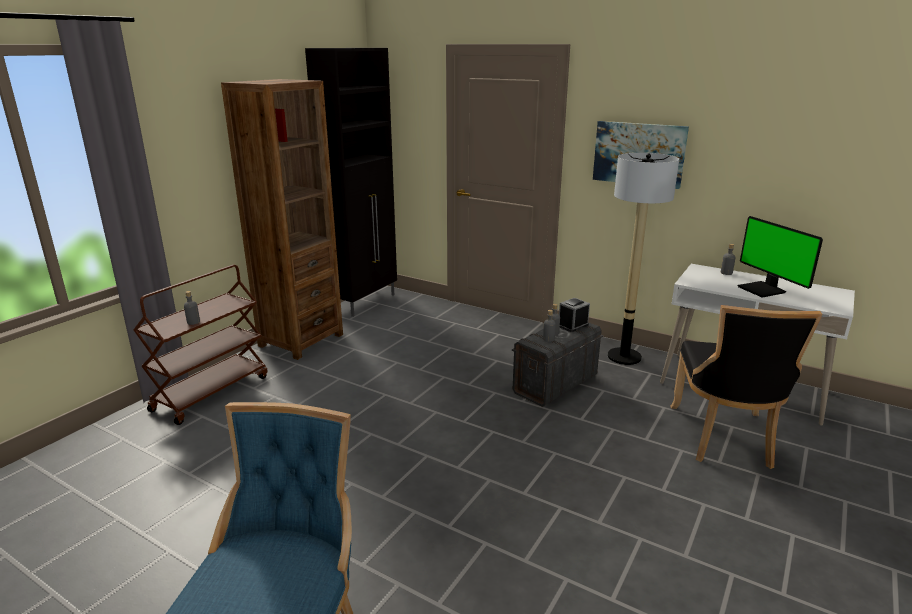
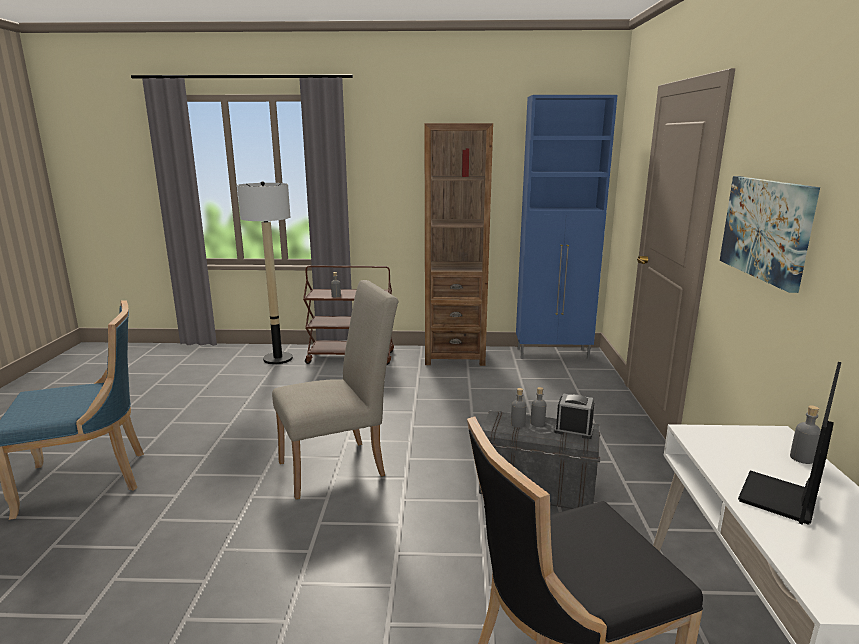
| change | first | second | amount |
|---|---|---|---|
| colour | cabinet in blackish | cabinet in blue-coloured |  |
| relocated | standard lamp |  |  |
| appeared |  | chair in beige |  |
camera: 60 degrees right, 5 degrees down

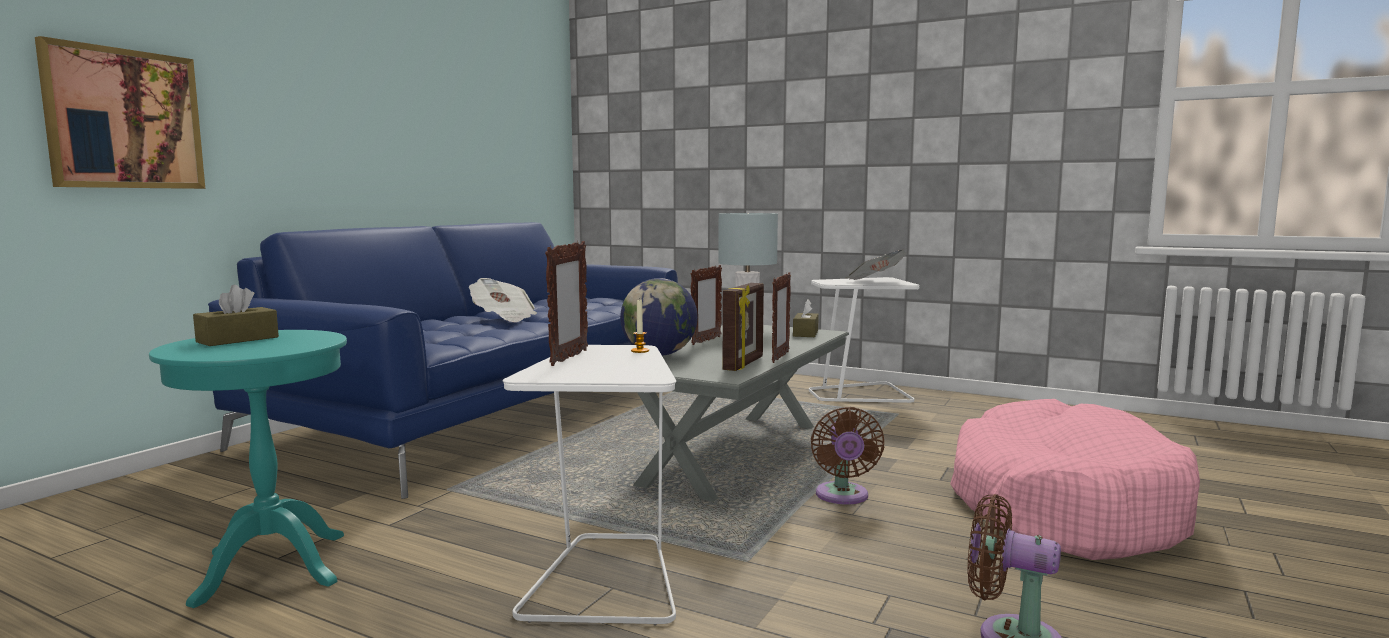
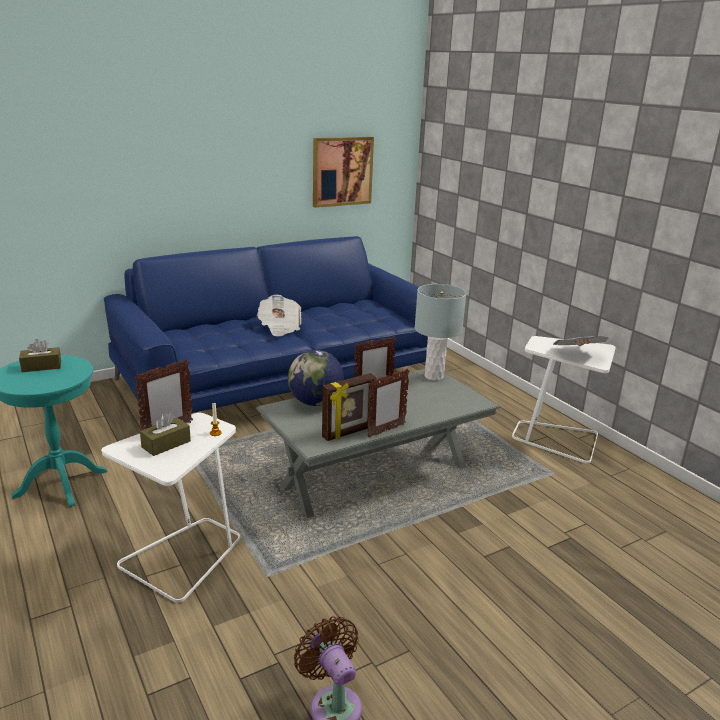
| change | first | second | amount |
|---|---|---|---|
| relocated | wall art |  |  |
| relocated | tissue box in brownish (no. 2 from left) |  |  |
| missing | pet bed in pinkish |  |  |
| missing | electric fan in brownish (no. 1 from left) |  |  |
camera: 30 degrees right, 15 degrees up

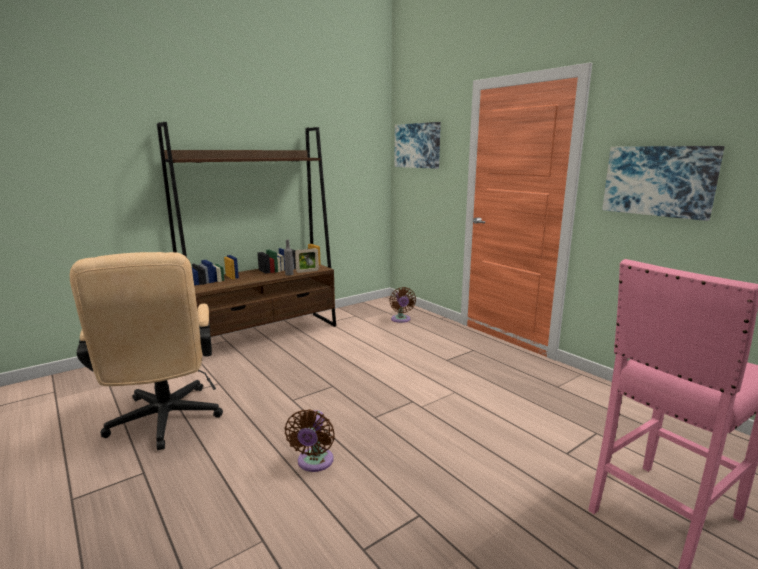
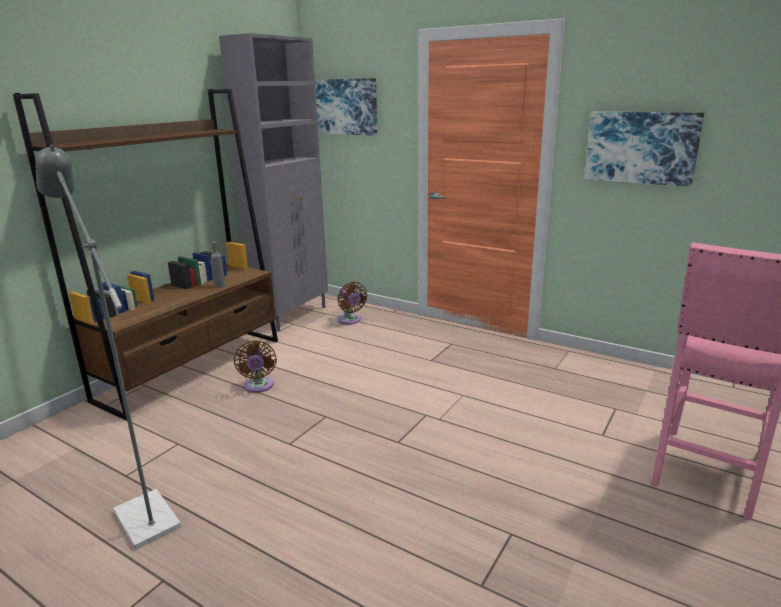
| change | first | second | amount |
|---|---|---|---|
| missing | standing frame |  |  |
| exchanged | office chair in beige | standard lamp in greyish |  |
| relocated | electric fan in brownish (no. 1 from left) |  |  |
| appeared |  | cabinet in greyish |  |
camera: 20 degrees left, 5 degrees up

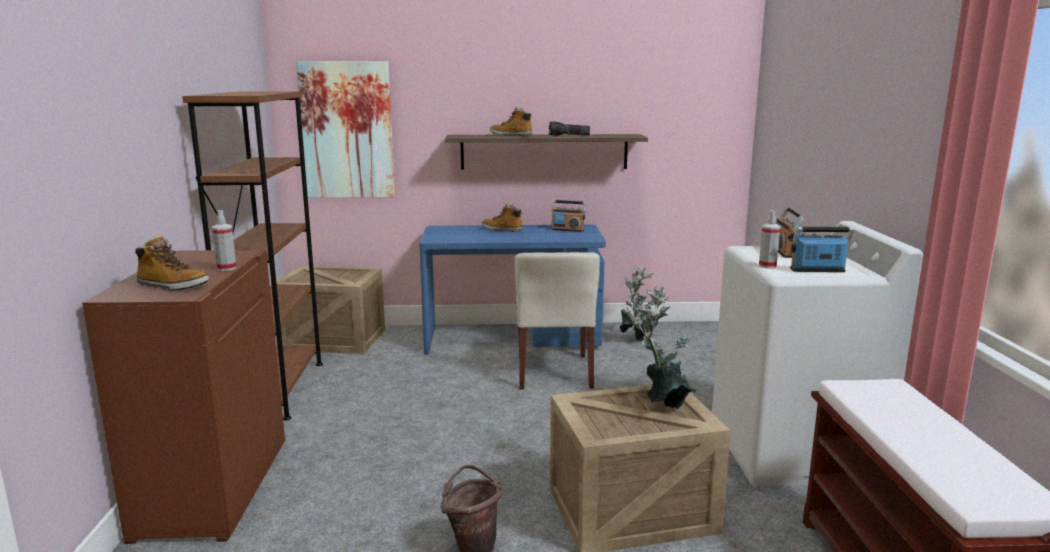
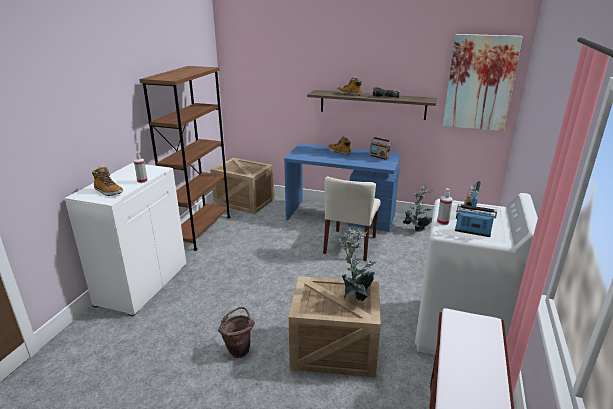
| change | first | second | amount |
|---|---|---|---|
| relocated | wall art |  |  |
| colour | cabinet in brownish | cabinet in white |  |
camera: 20 degrees right, 10 degrees up

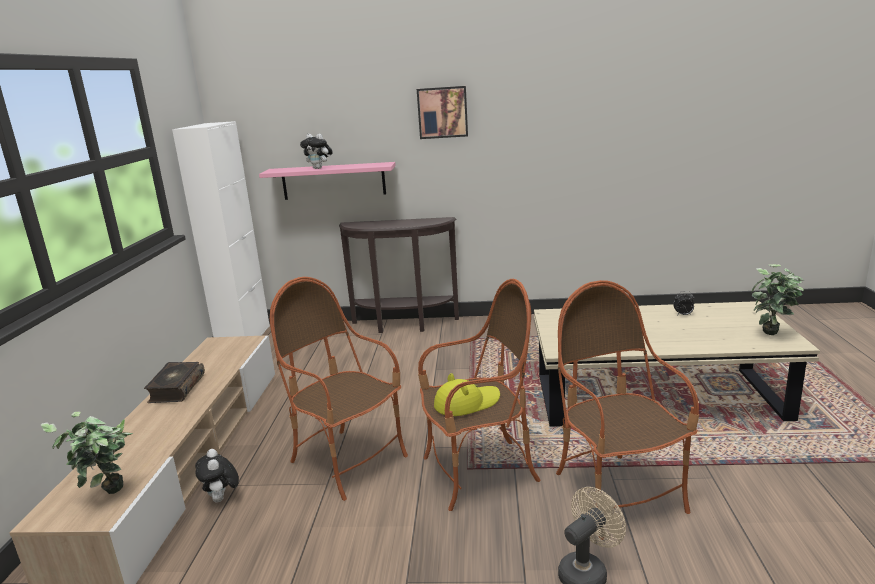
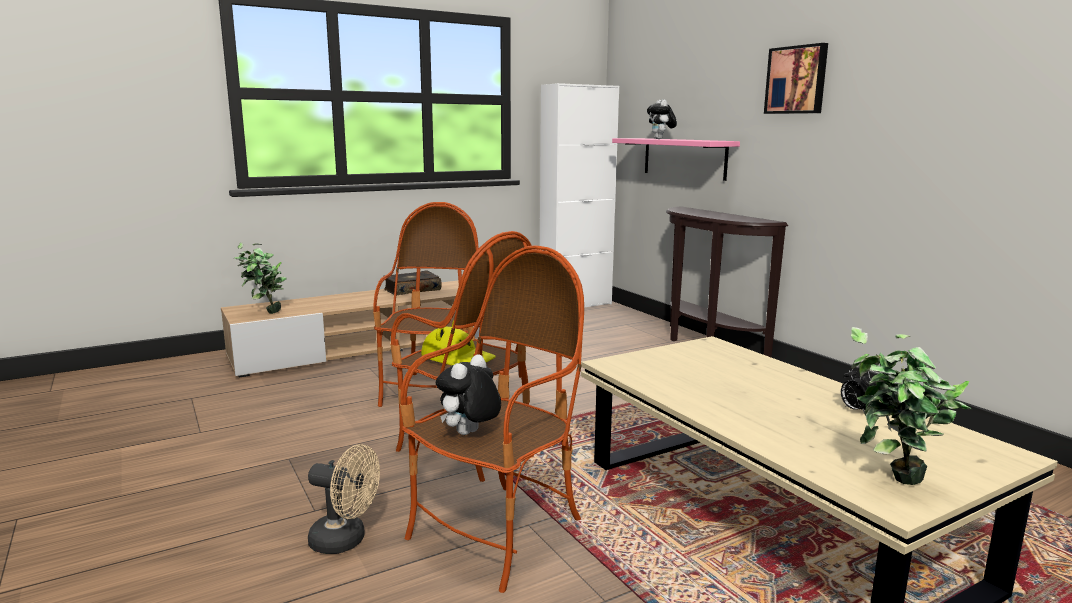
| change | first | second | amount |
|---|---|---|---|
| relocated | cuddly toy (no. 1 from left) |  |  |
camera: 55 degrees right, 5 degrees down

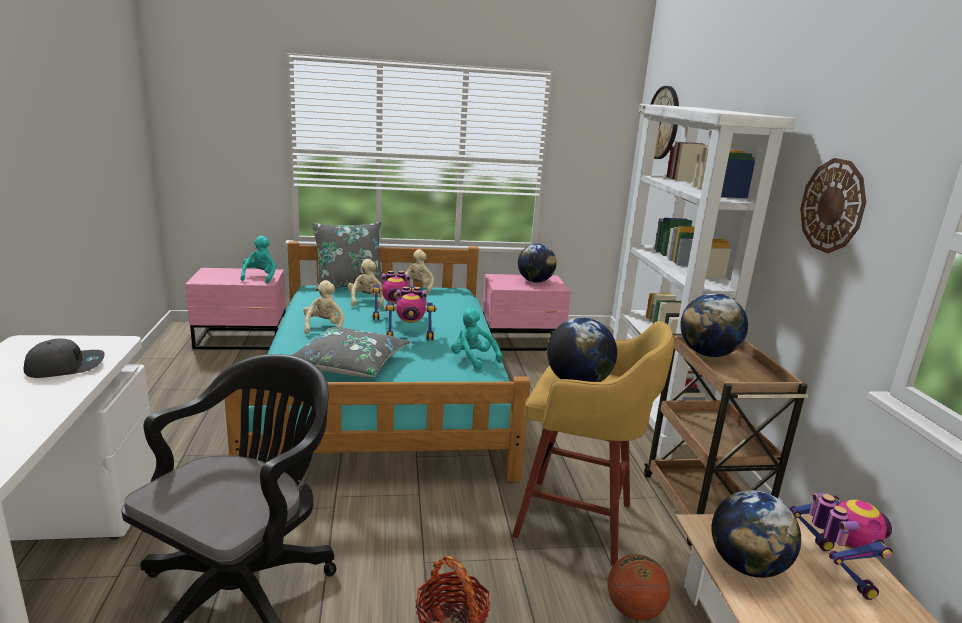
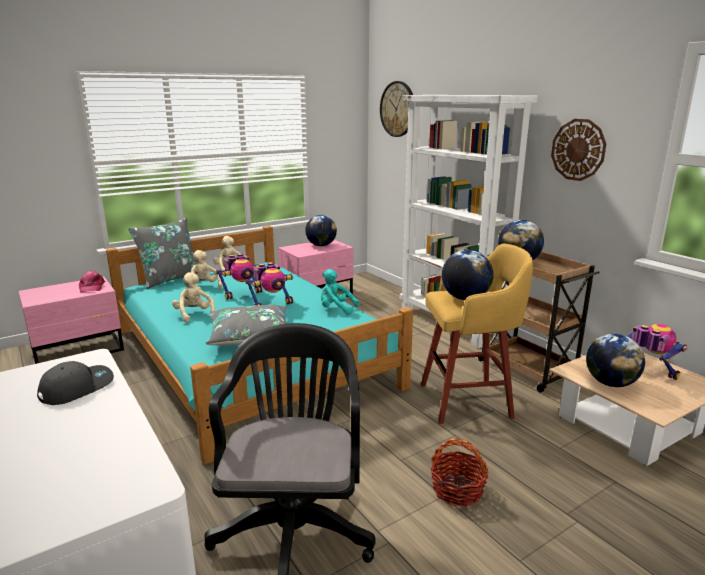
| change | first | second | amount |
|---|---|---|---|
| exchanged | cuddly toy in turquoise (no. 1 from left) | peaked cap in pinkish |  |
| missing | ball for basketball |  |  |
camera: 25 degrees left, 0 degrees up

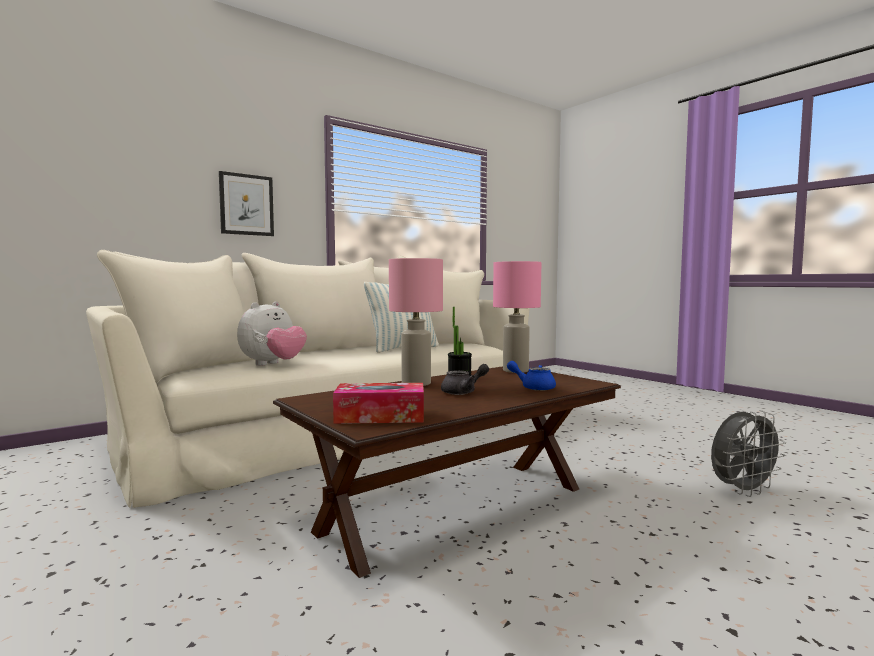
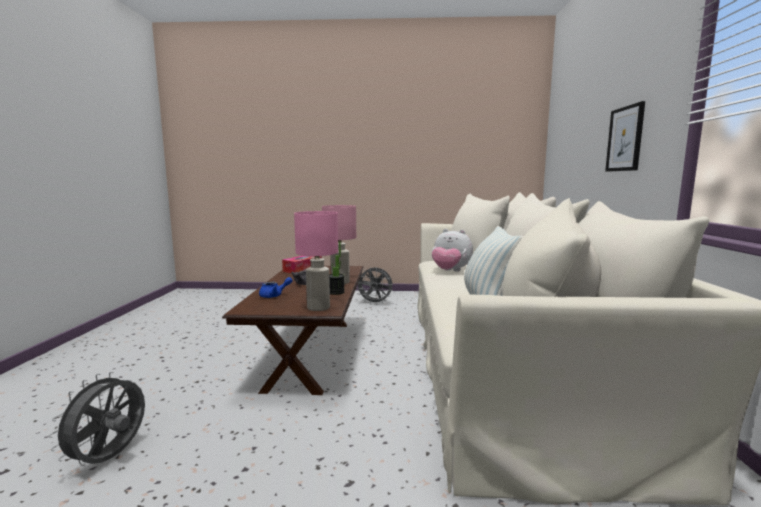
| change | first | second | amount |
|---|---|---|---|
| spun | cuddly toy |  | 45 degrees counterclockwise |
| appeared |  | electric fan in greyish (no. 2 from left) |  |
camera: 130 degrees right, 5 degrees up

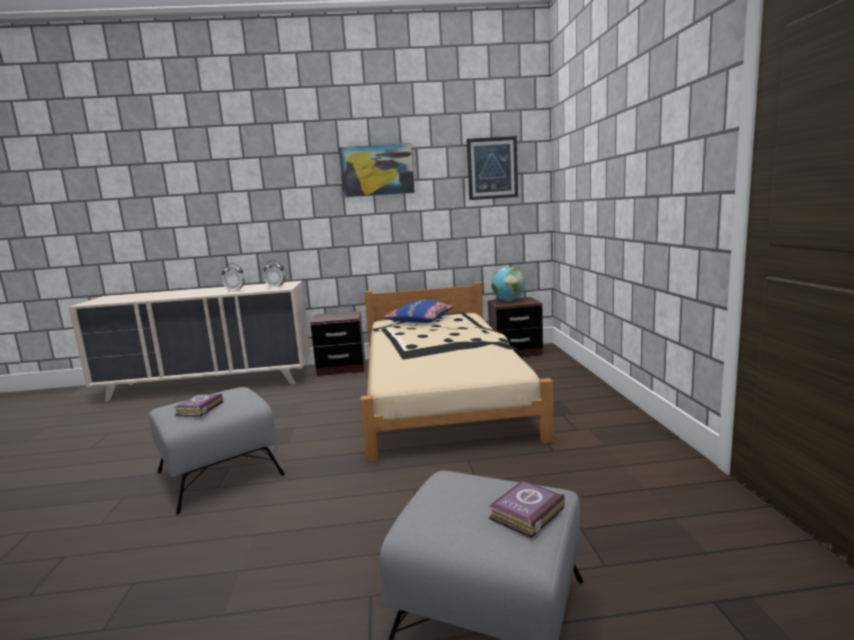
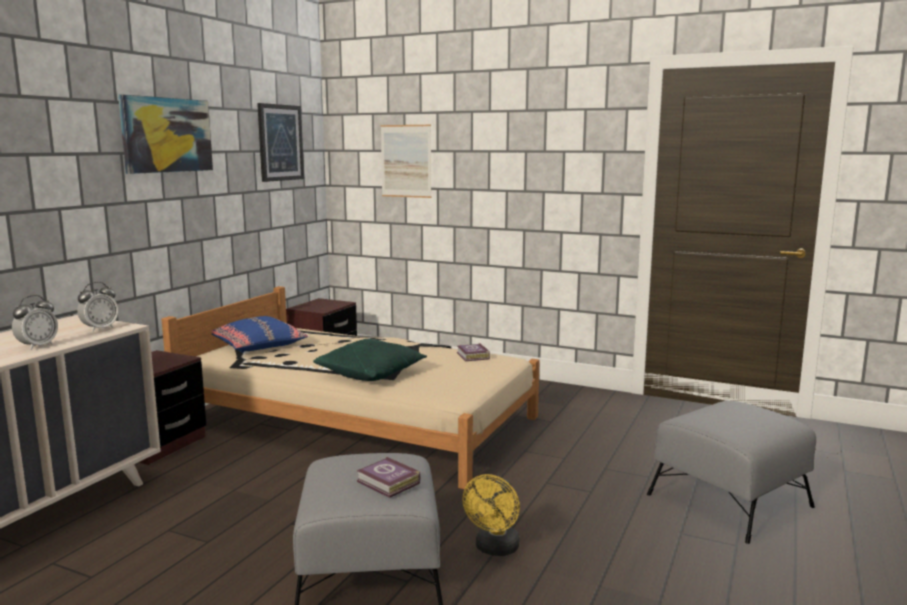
| change | first | second | amount |
|---|---|---|---|
| missing | globe |  |  |
| relocated | book (no. 2 from left) |  |  |
| appeared |  | wall art (no. 3 from left) |  |
| appeared |  | cushion in greenish |  |
| appeared |  | electric fan in yellow-coloured |  |
camera: 60 degrees left, 0 degrees up

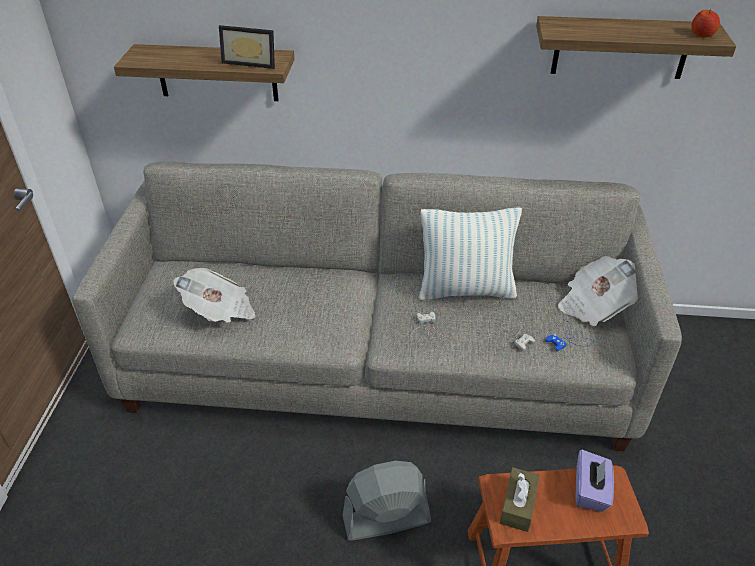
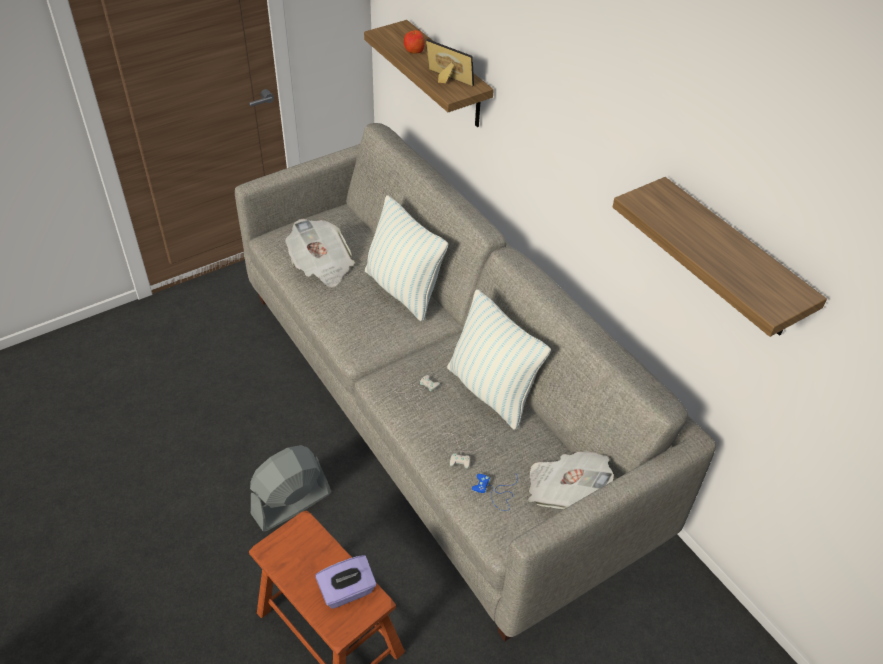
| change | first | second | amount |
|---|---|---|---|
| relocated | apple |  |  |
| spun | standing frame |  | 150 degrees clockwise |
| spun | electric fan in greyish |  | 75 degrees counterclockwise |
| missing | tissue box in brownish |  |  |
| appeared |  | cushion (no. 1 from left) |  |
camera: 50 degrees right, 5 degrees up

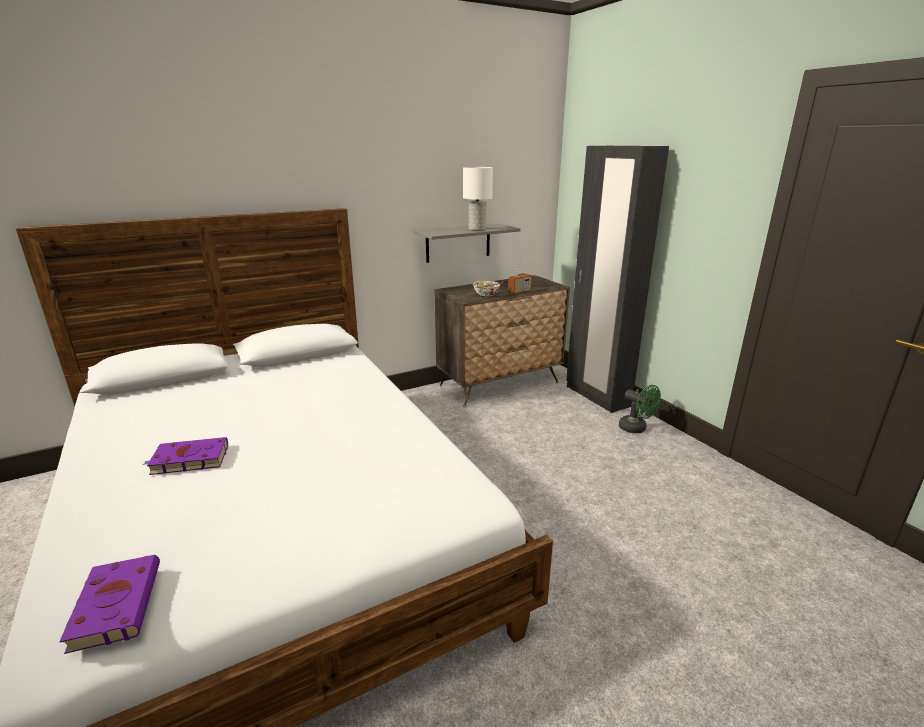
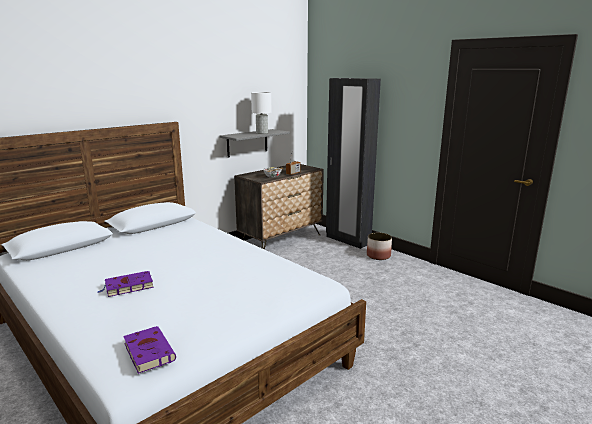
| change | first | second | amount |
|---|---|---|---|
| exchanged | electric fan in greenish | planter |  |
camera: 15 degrees left, 5 degrees down

